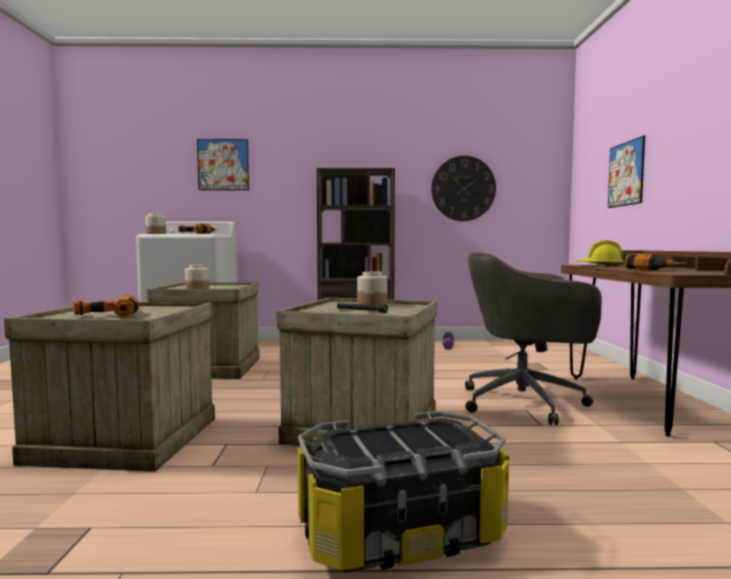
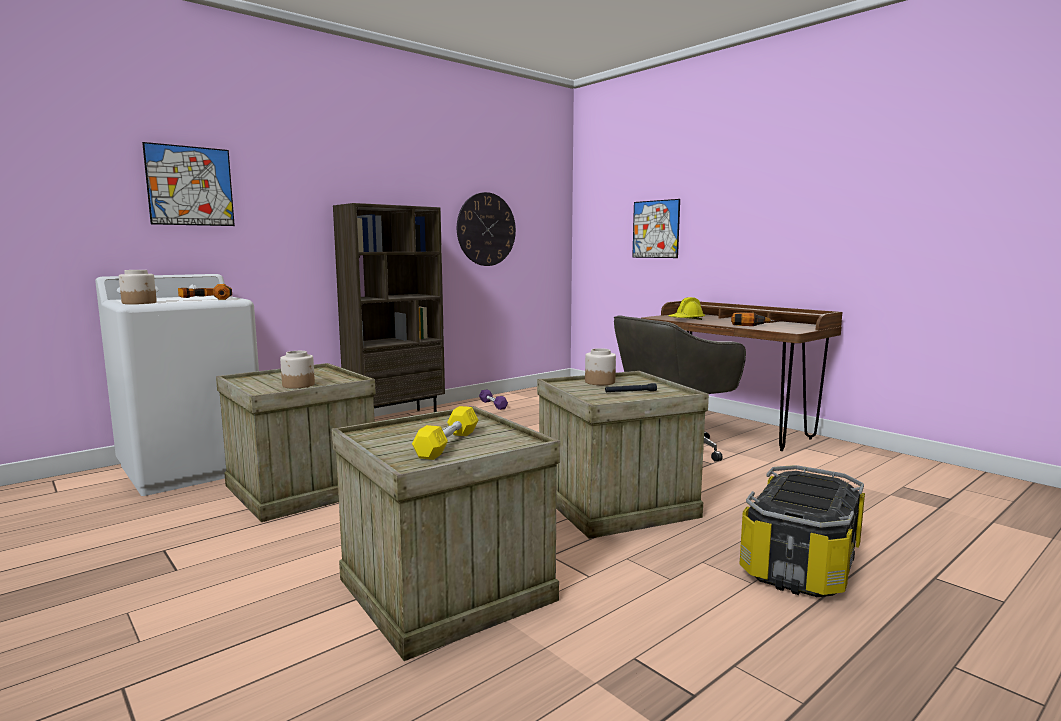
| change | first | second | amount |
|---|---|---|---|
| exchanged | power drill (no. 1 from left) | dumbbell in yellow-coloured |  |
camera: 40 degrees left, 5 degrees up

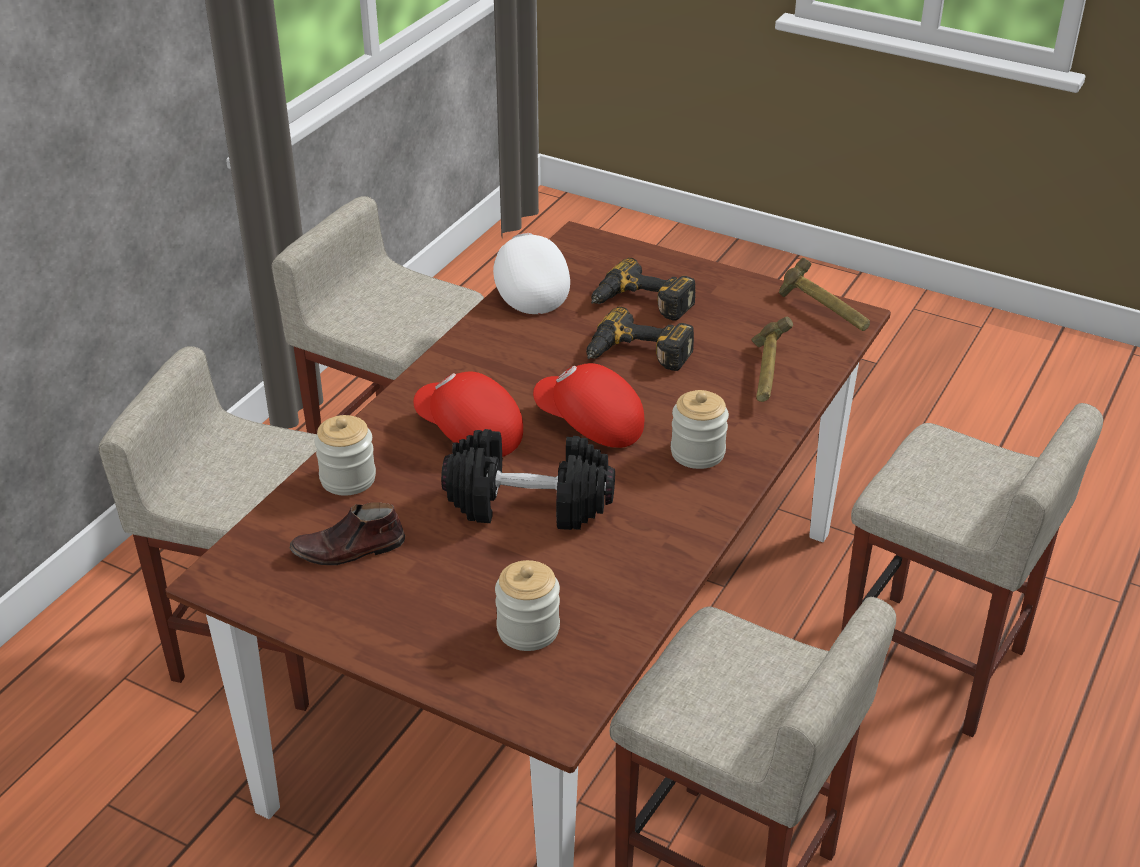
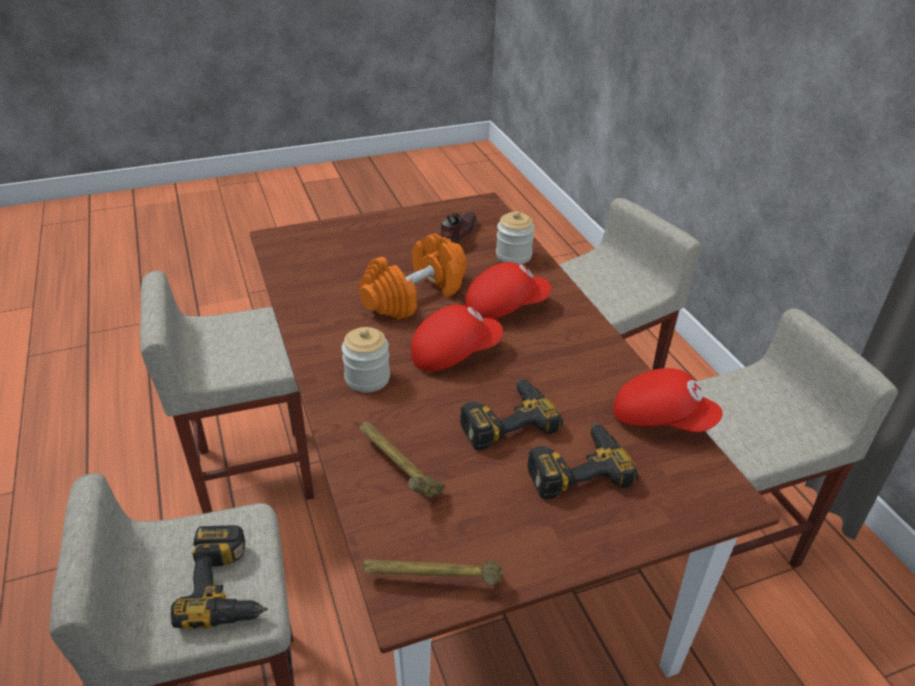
| change | first | second | amount |
|---|---|---|---|
| colour | peaked cap in white | peaked cap in red-coloured (no. 3 from left) |  |
| colour | dumbbell in blackish | dumbbell in orangey |  |
| missing | preserve jar (no. 2 from left) |  |  |
| appeared |  | power drill (no. 1 from left) |  |
camera: 130 degrees right, 0 degrees up

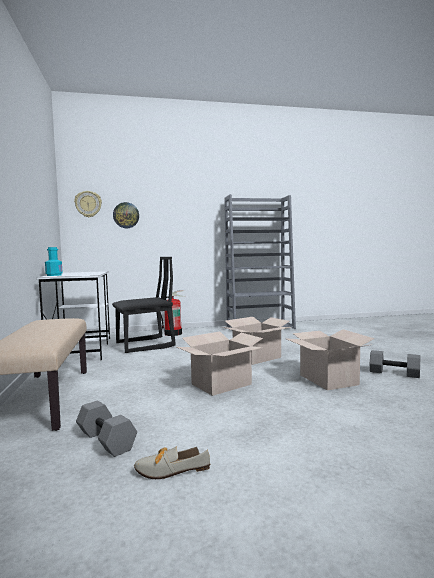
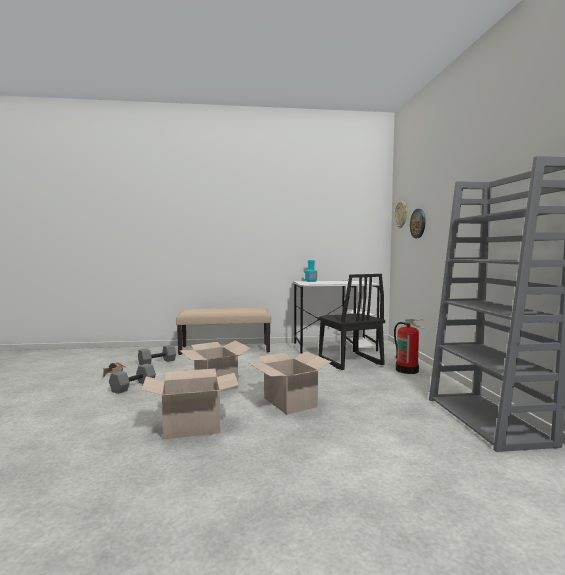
| change | first | second | amount |
|---|---|---|---|
| relocated | dumbbell in greyish (no. 2 from left in the first image) | dumbbell in greyish (no. 1 from left) |  |
camera: 95 degrees right, 0 degrees up

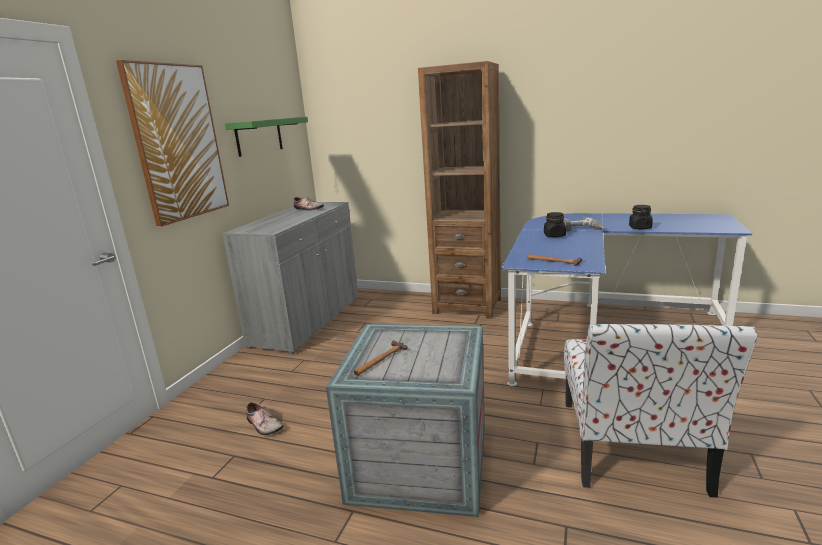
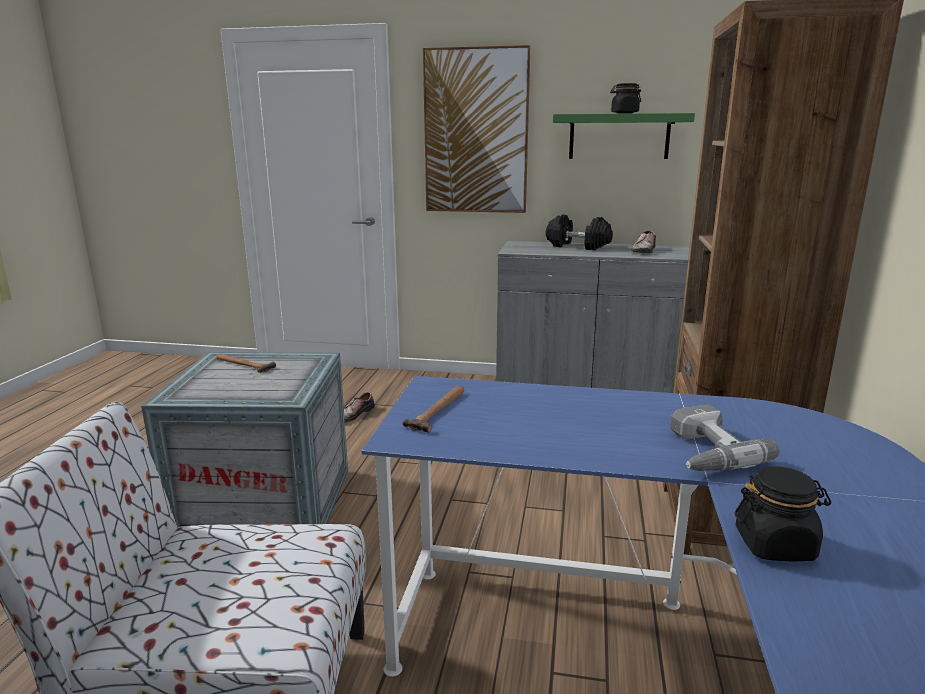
| change | first | second | amount |
|---|---|---|---|
| relocated | preserve jar in blackish (no. 1 from left) |  |  |
| appeared |  | dumbbell in blackish |  |
camera: 80 degrees right, 0 degrees up

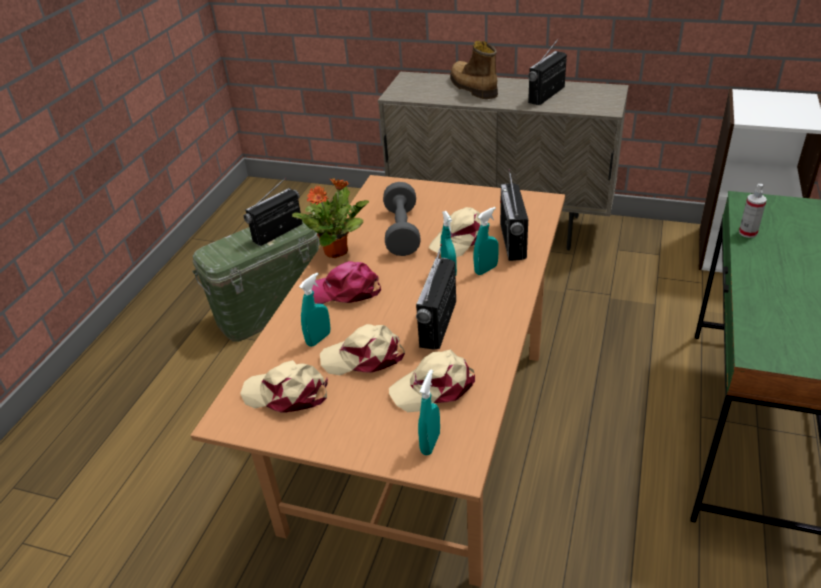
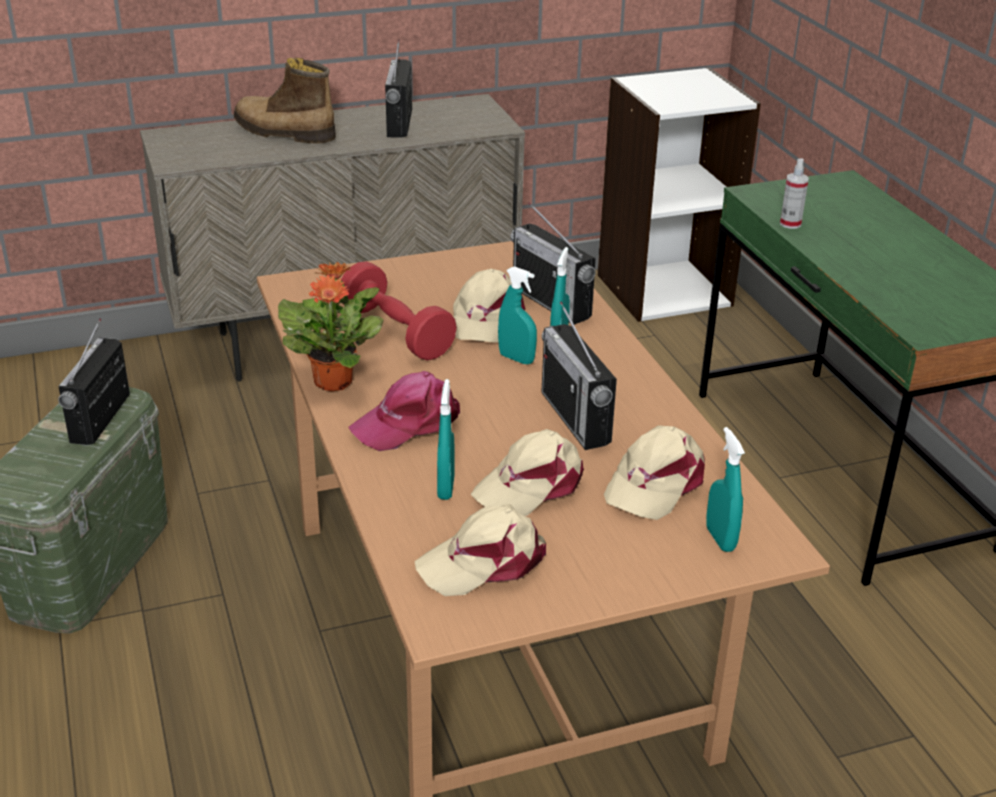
| change | first | second | amount |
|---|---|---|---|
| colour | dumbbell in greyish | dumbbell in red-coloured |  |
camera: 40 degrees left, 5 degrees down

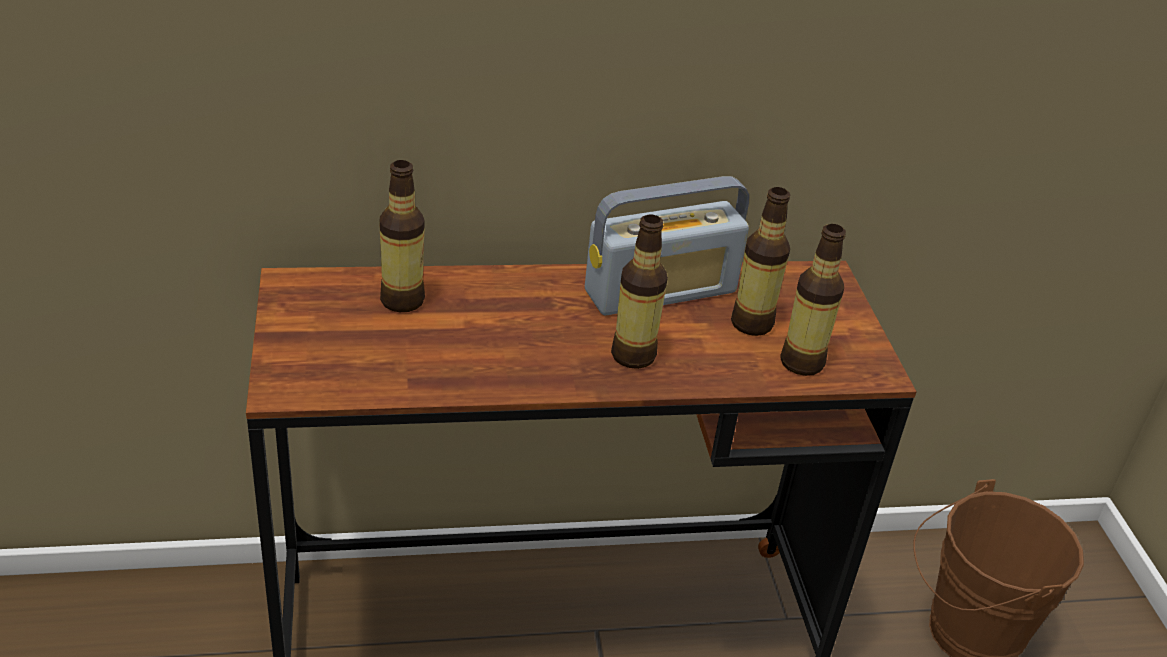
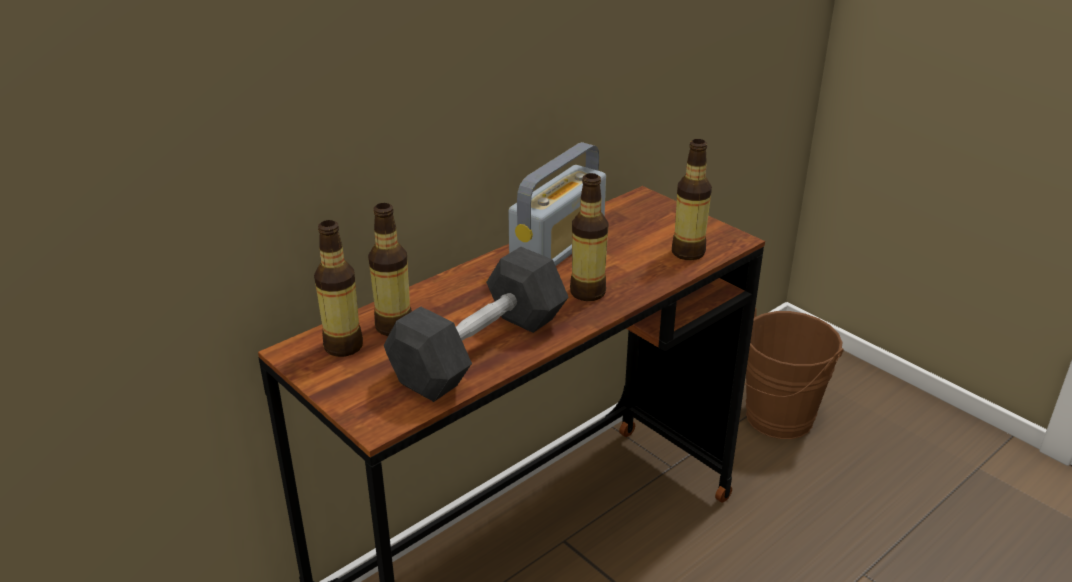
| change | first | second | amount |
|---|---|---|---|
| relocated | drink bottle (no. 3 from left in the first image) | drink bottle (no. 1 from left) |  |
| appeared |  | dumbbell in blackish |  |
camera: 30 degrees left, 5 degrees down

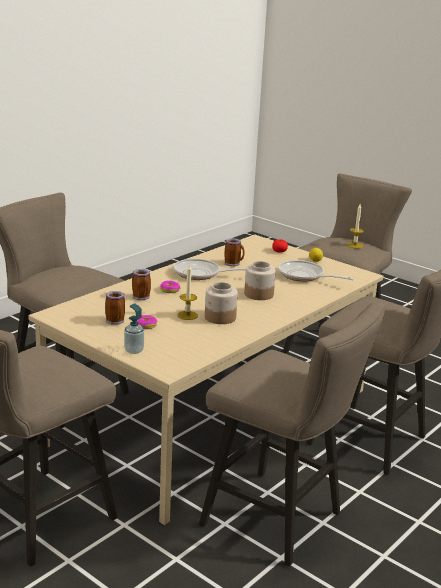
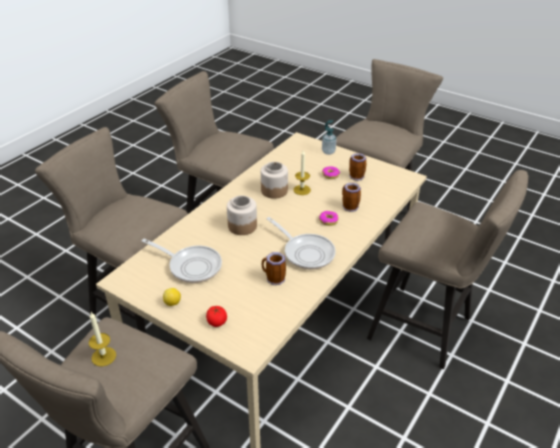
| change | first | second | amount |
|---|---|---|---|
| spun | pan (no. 1 from left in the first image) | pan (no. 2 from left) | 45 degrees clockwise |
camera: 175 degrees right, 15 degrees up

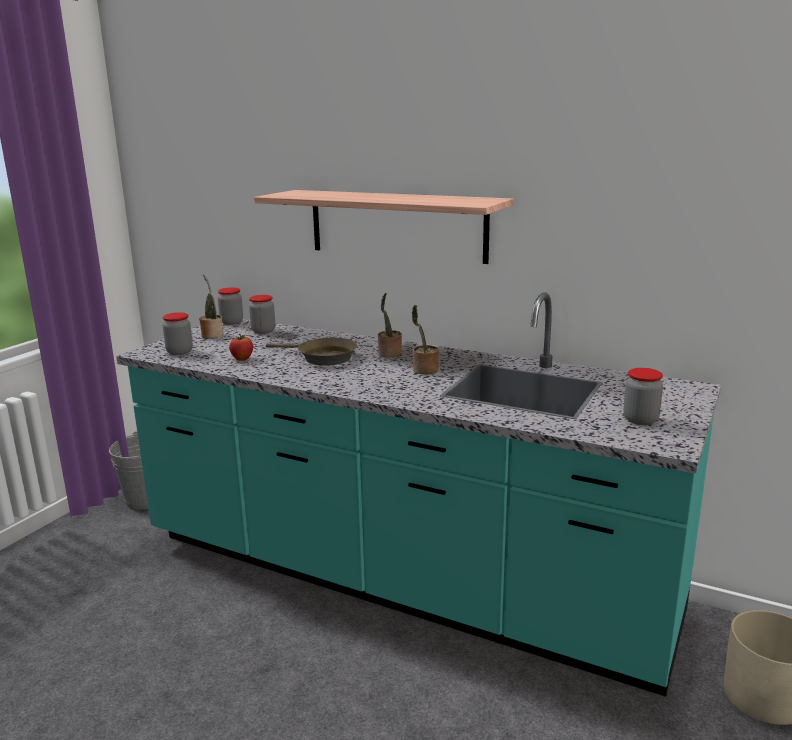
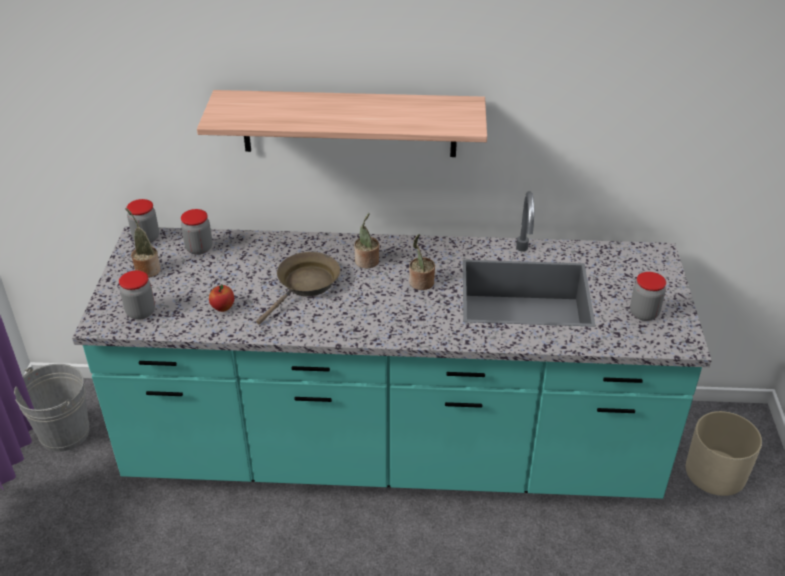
| change | first | second | amount |
|---|---|---|---|
| spun | pan in brownish |  | 60 degrees counterclockwise |
camera: 25 degrees left, 20 degrees up

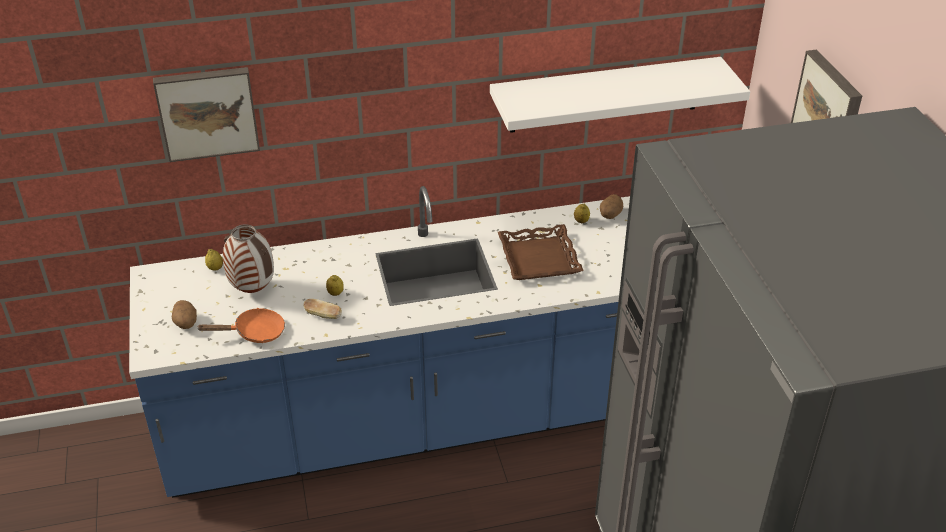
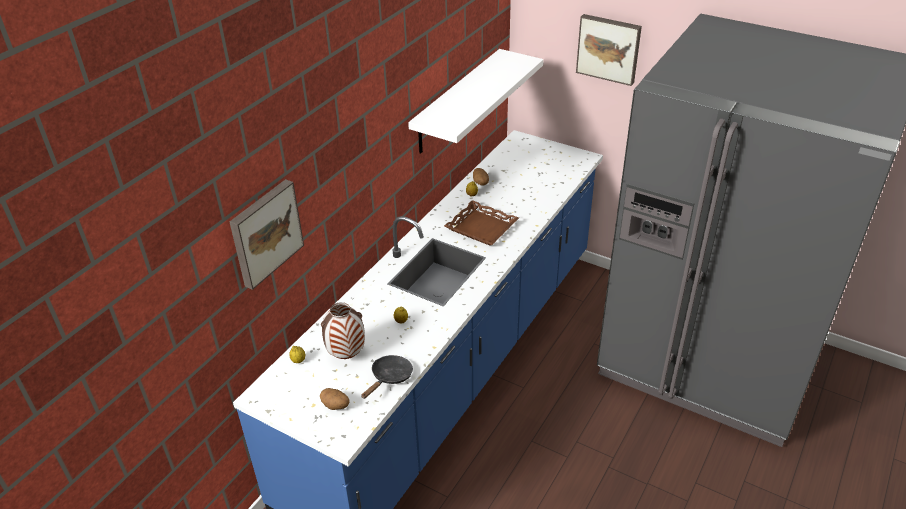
| change | first | second | amount |
|---|---|---|---|
| missing | bakery bread |  |  |
| colour | pan in orangey | pan in blackish |  |
camera: 45 degrees left, 0 degrees up

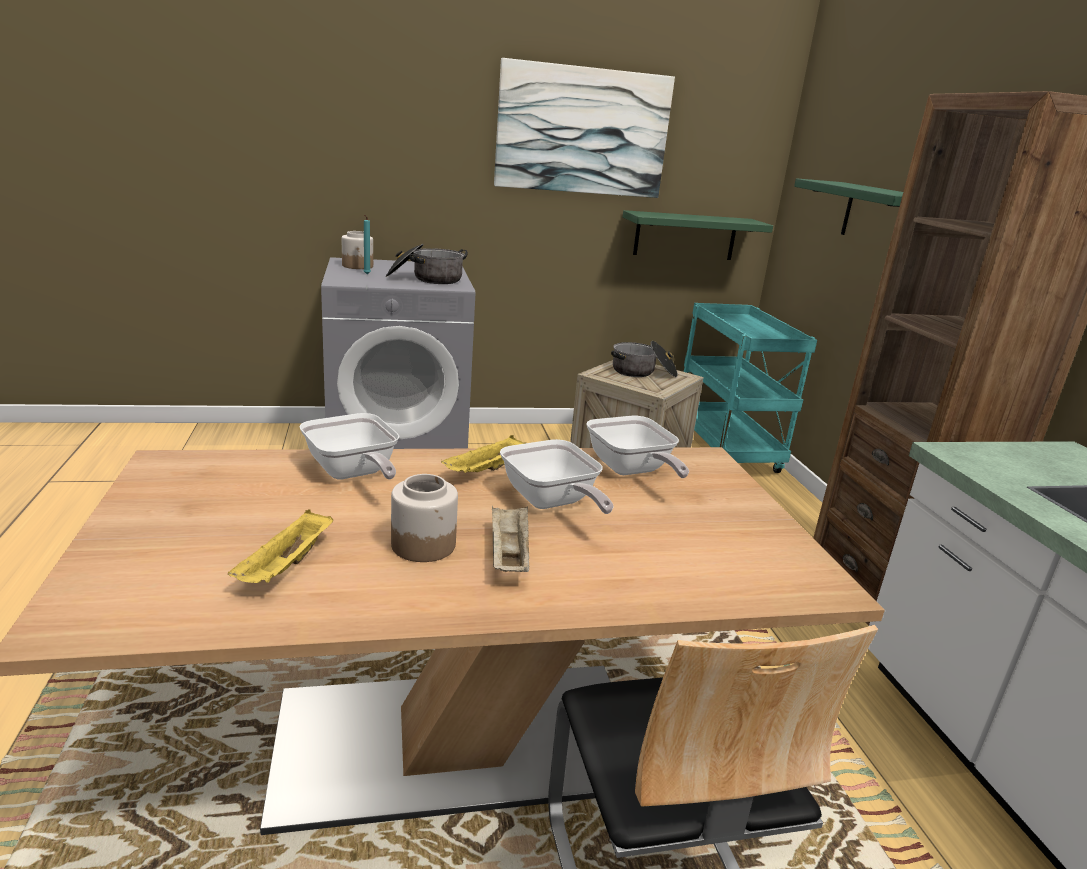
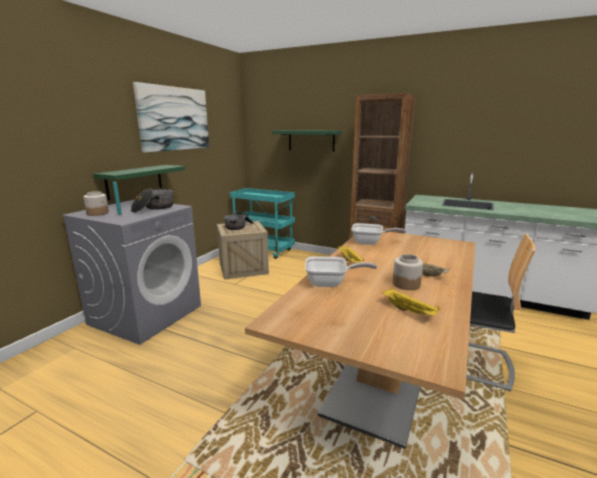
| change | first | second | amount |
|---|---|---|---|
| relocated | wall shelf in greenish (no. 1 from left) |  |  |
| missing | pan (no. 2 from left) |  |  |
camera: 50 degrees left, 5 degrees down

